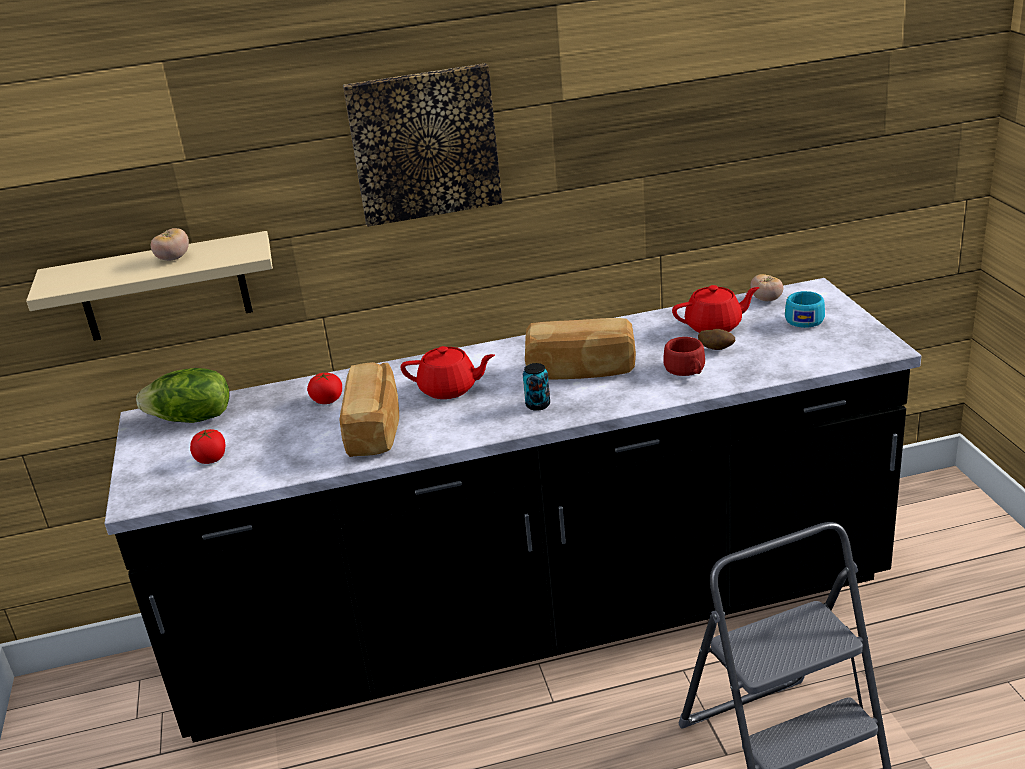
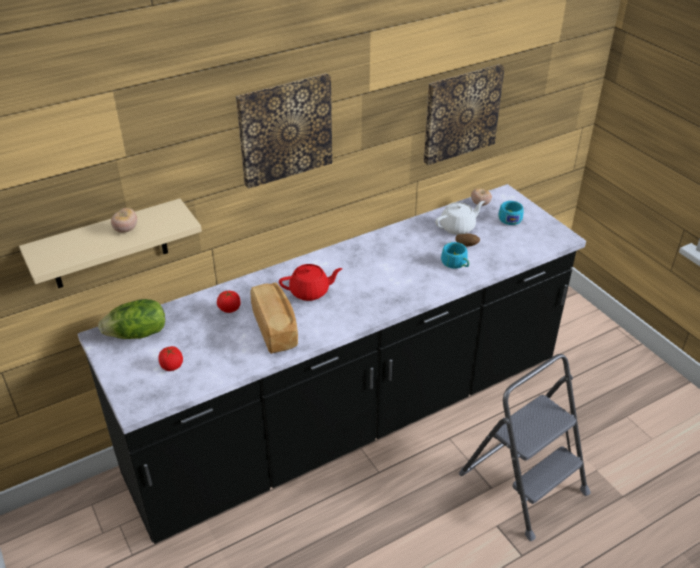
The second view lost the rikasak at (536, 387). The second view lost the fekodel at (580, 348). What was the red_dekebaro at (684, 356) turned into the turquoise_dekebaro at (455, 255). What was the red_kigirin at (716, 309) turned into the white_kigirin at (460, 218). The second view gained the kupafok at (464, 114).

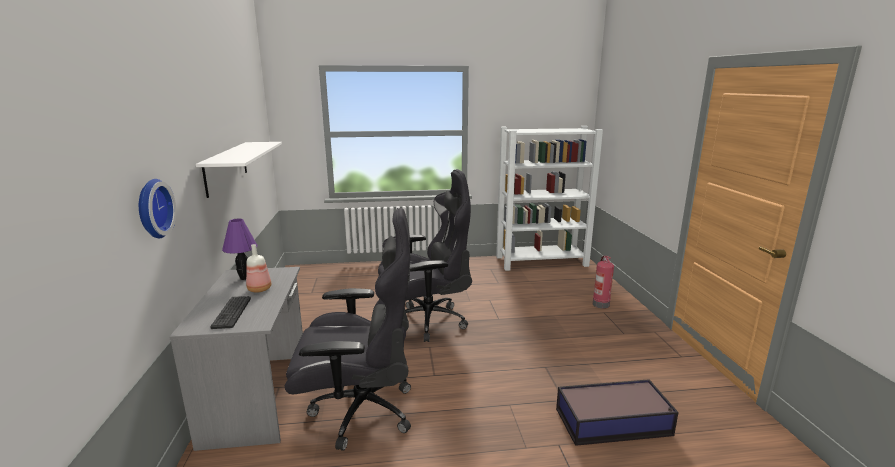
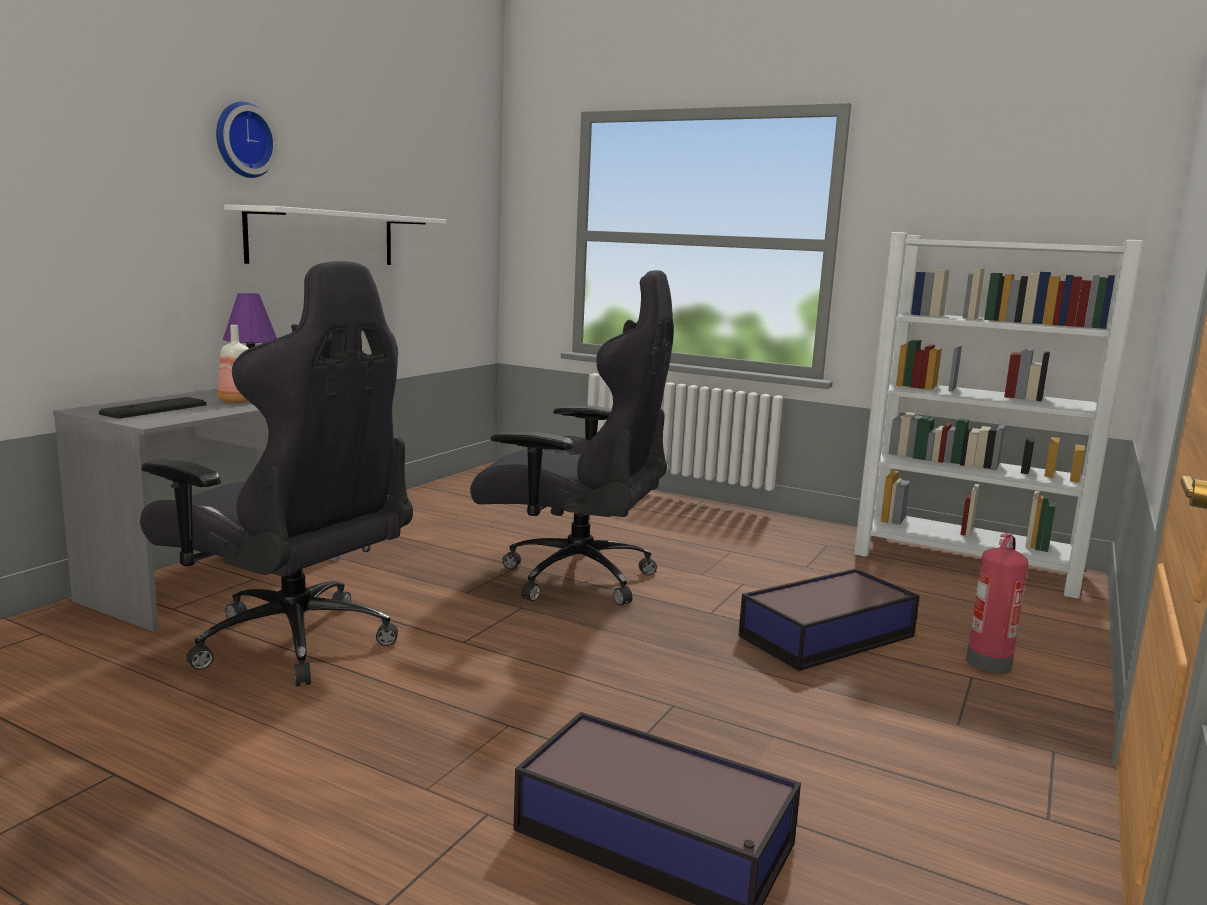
The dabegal ended up elsewhere, having gone from (157, 208) to (247, 140). The second view gained the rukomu at (829, 620).

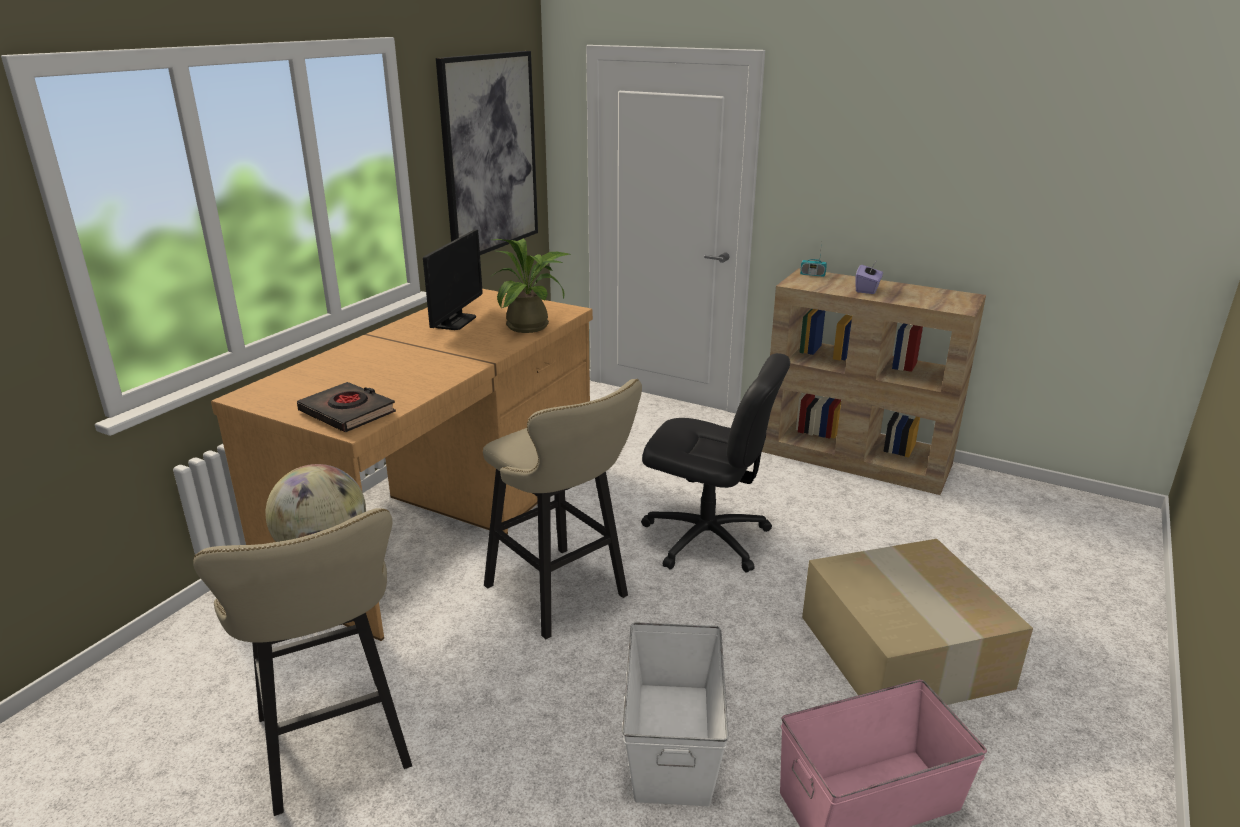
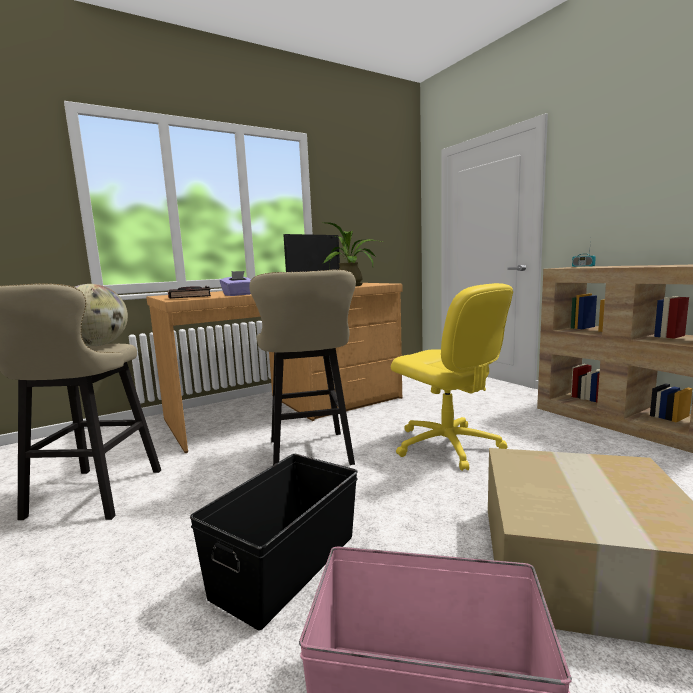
The second view lost the kupafok at (487, 153). What was the white_rukomu at (675, 714) turned into the black_rukomu at (274, 542). What was the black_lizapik at (715, 463) turned into the yellow_lizapik at (452, 377). The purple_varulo ended up elsewhere, having gone from (869, 278) to (235, 283).

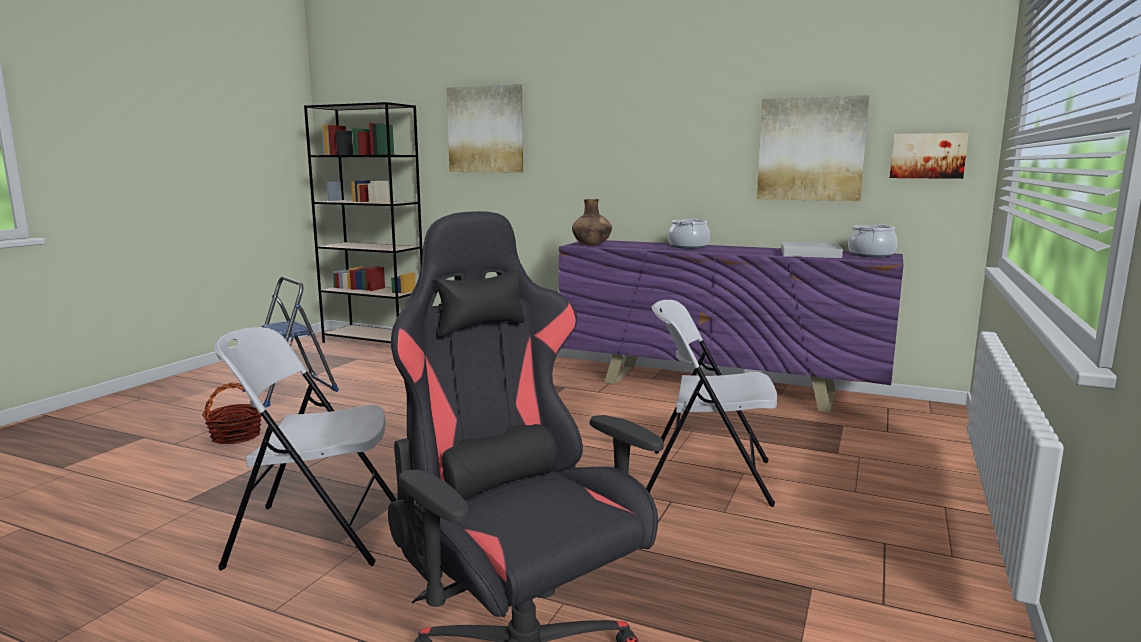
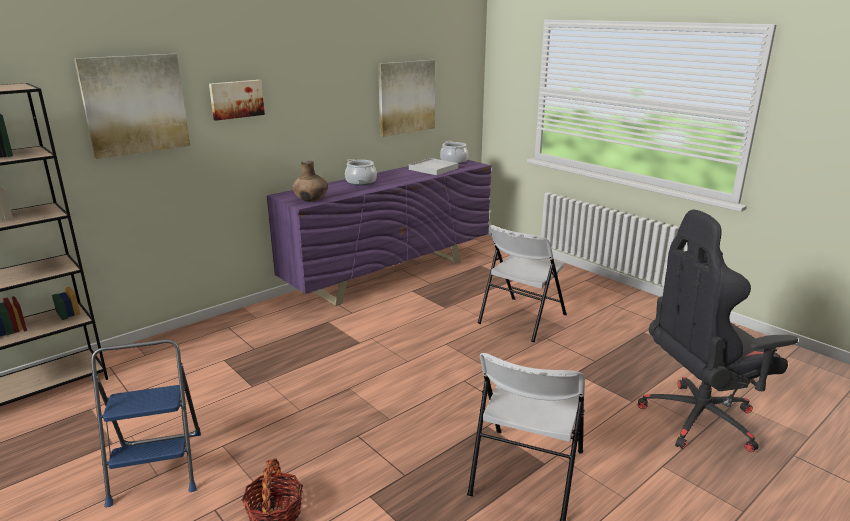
The kupafok ended up elsewhere, having gone from (929, 156) to (237, 100).

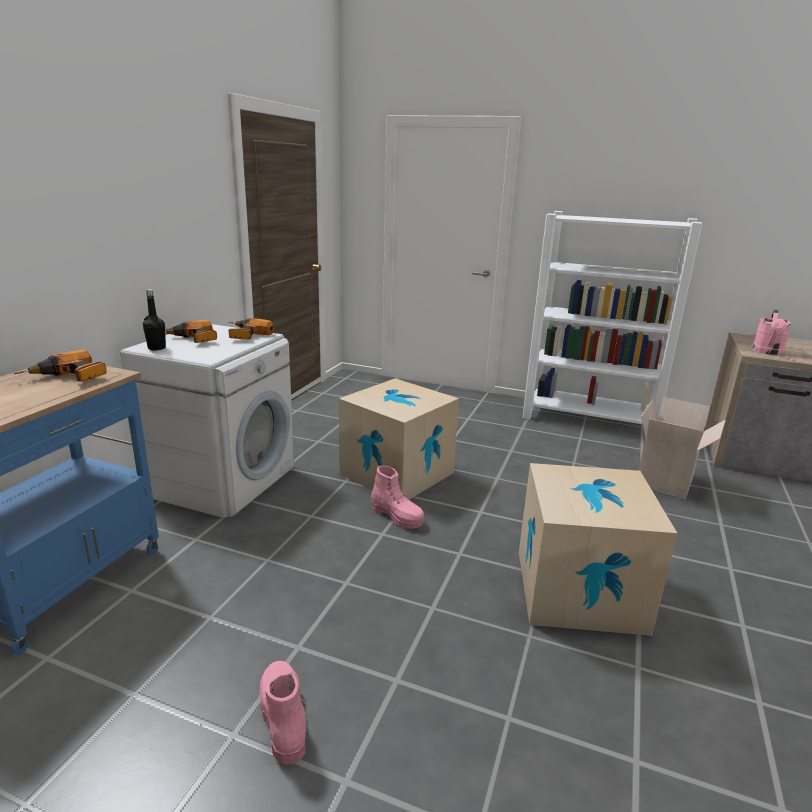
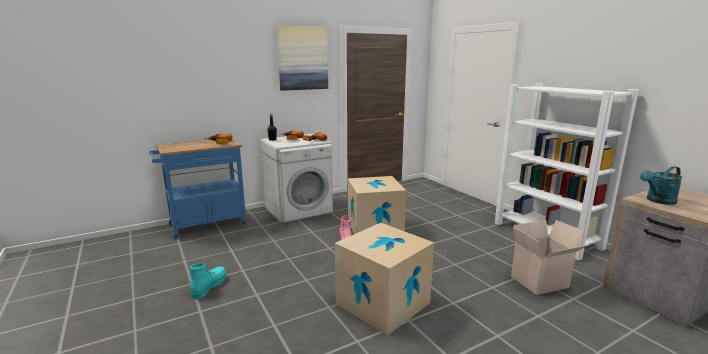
What was the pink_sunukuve at (283, 712) turned into the turquoise_sunukuve at (208, 281). What was the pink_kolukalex at (771, 332) turned into the turquoise_kolukalex at (661, 185). The second view gained the kupafok at (302, 58).

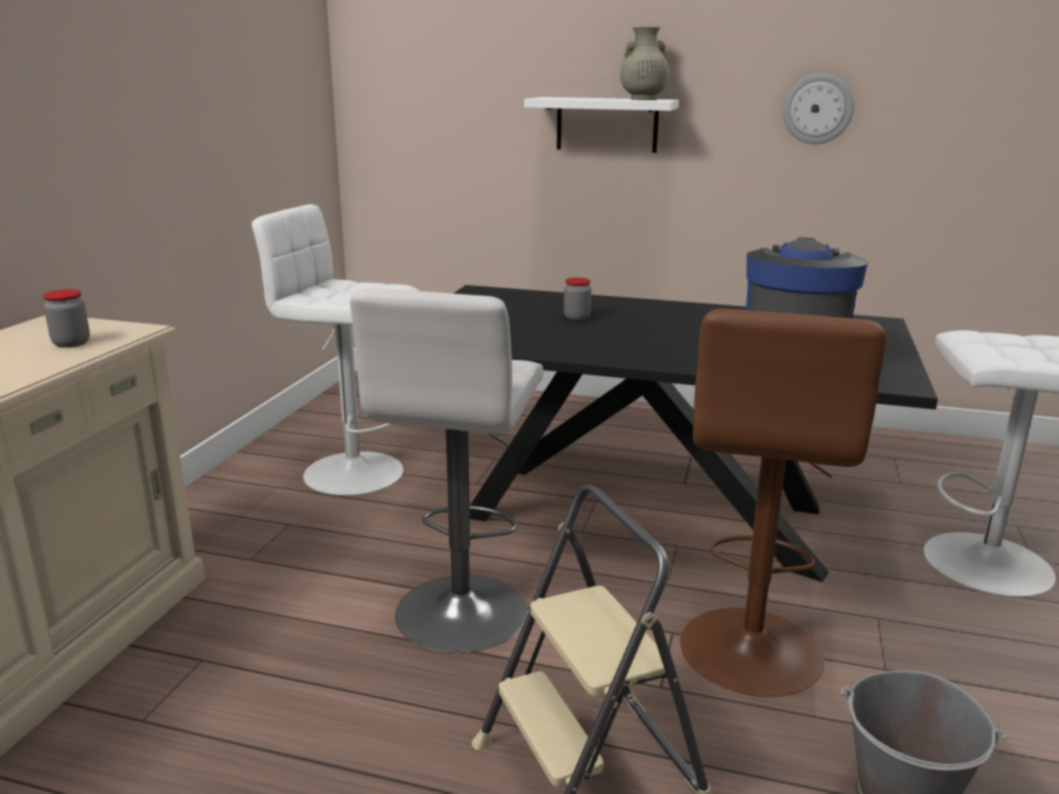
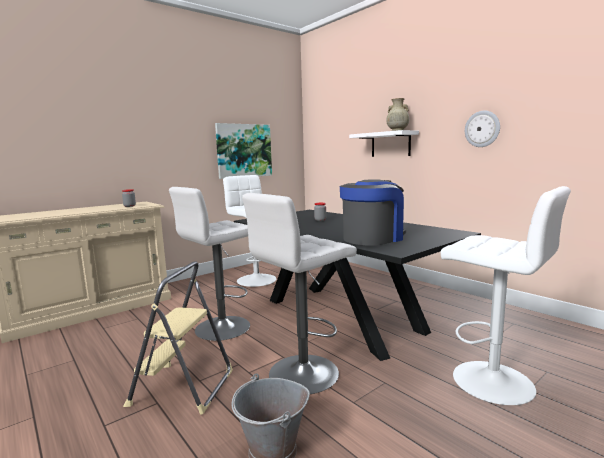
What was the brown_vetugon at (783, 503) turned into the white_vetugon at (299, 293). The second view gained the kupafok at (243, 151).

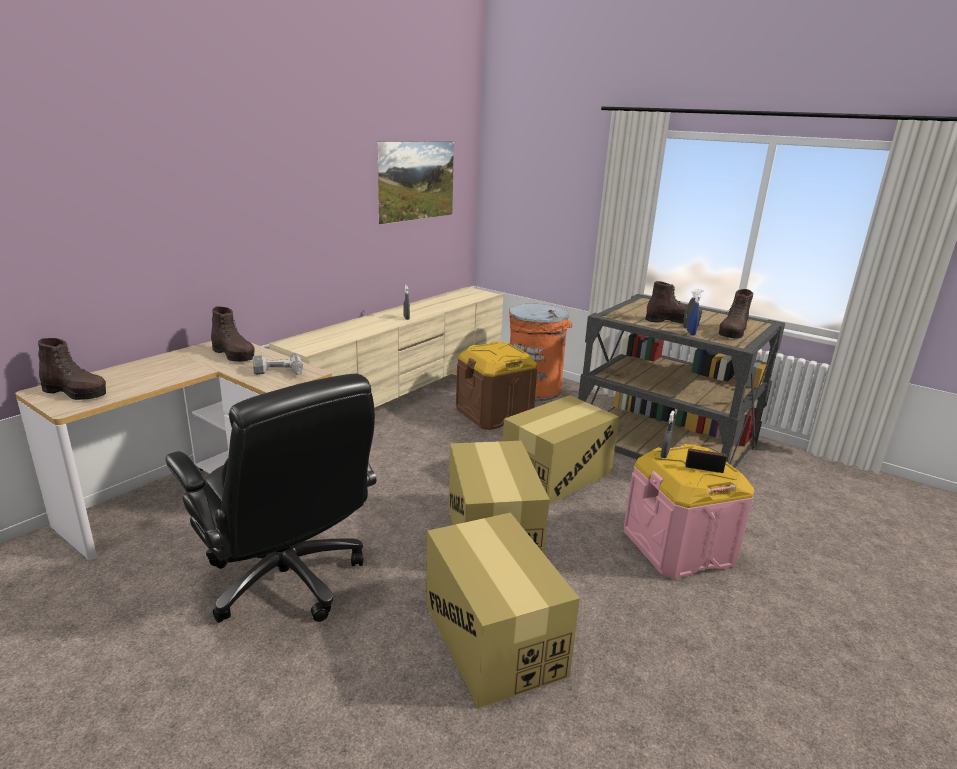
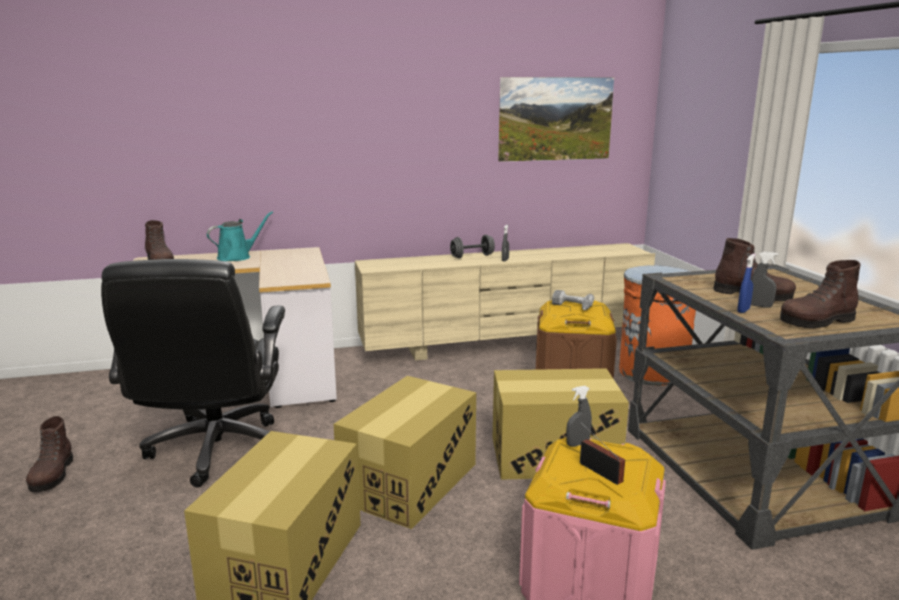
The brown_sunukuve ended up elsewhere, having gone from (233, 333) to (49, 454). The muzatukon ended up elsewhere, having gone from (277, 364) to (573, 300). The second view gained the turquoise_kolukalex at (240, 236). The second view gained the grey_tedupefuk at (472, 246).

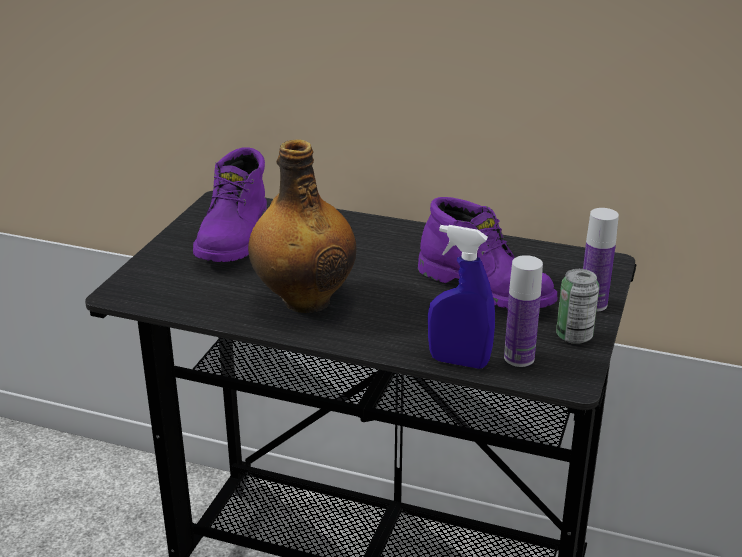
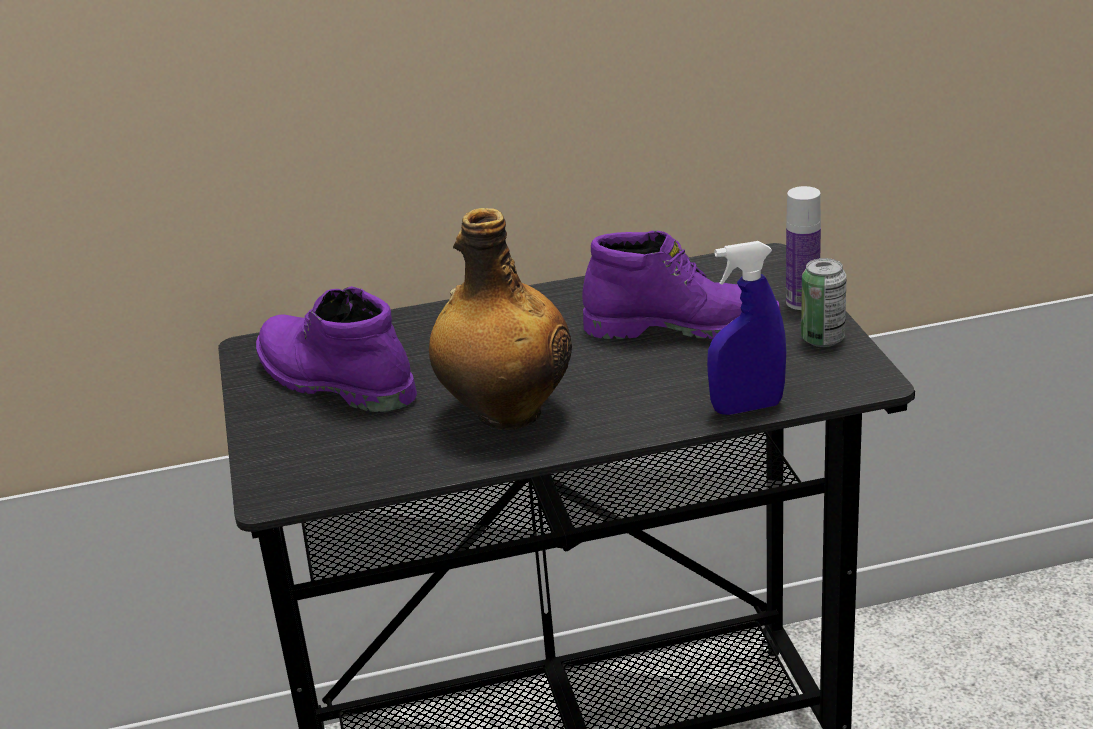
The purple_sunukuve at (230, 204) ended up facing another way, 150 degrees clockwise from before. The second view lost the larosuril at (523, 311).

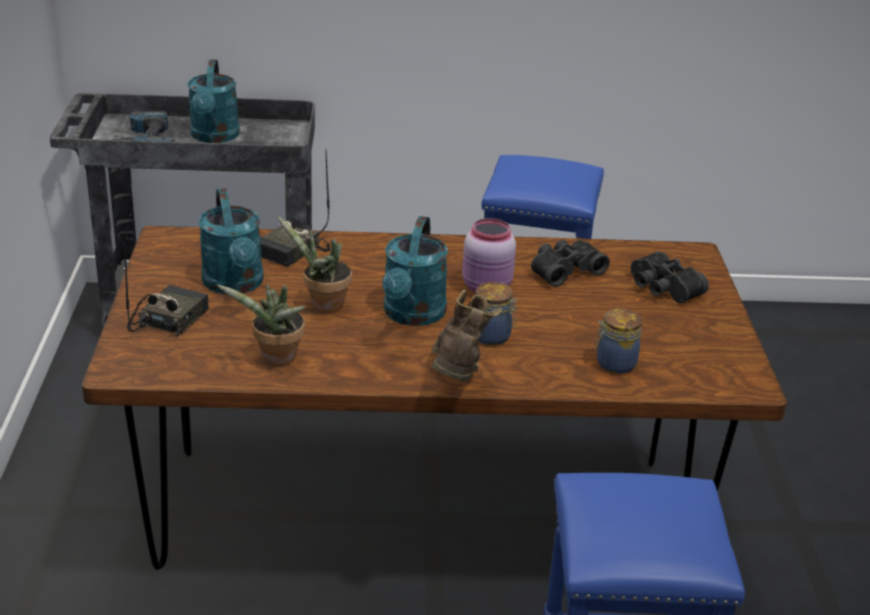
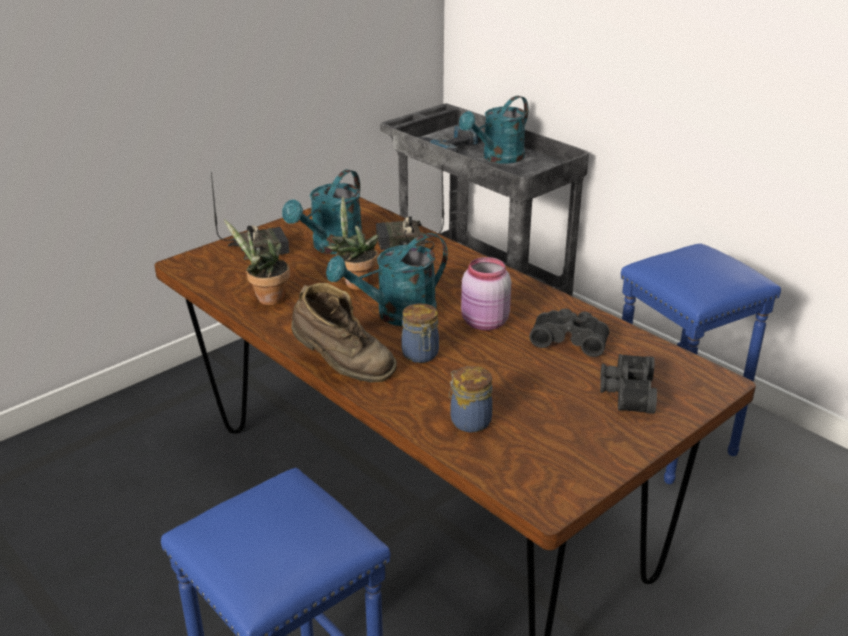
The brown_sunukuve at (467, 335) ended up facing another way, 60 degrees clockwise from before.

